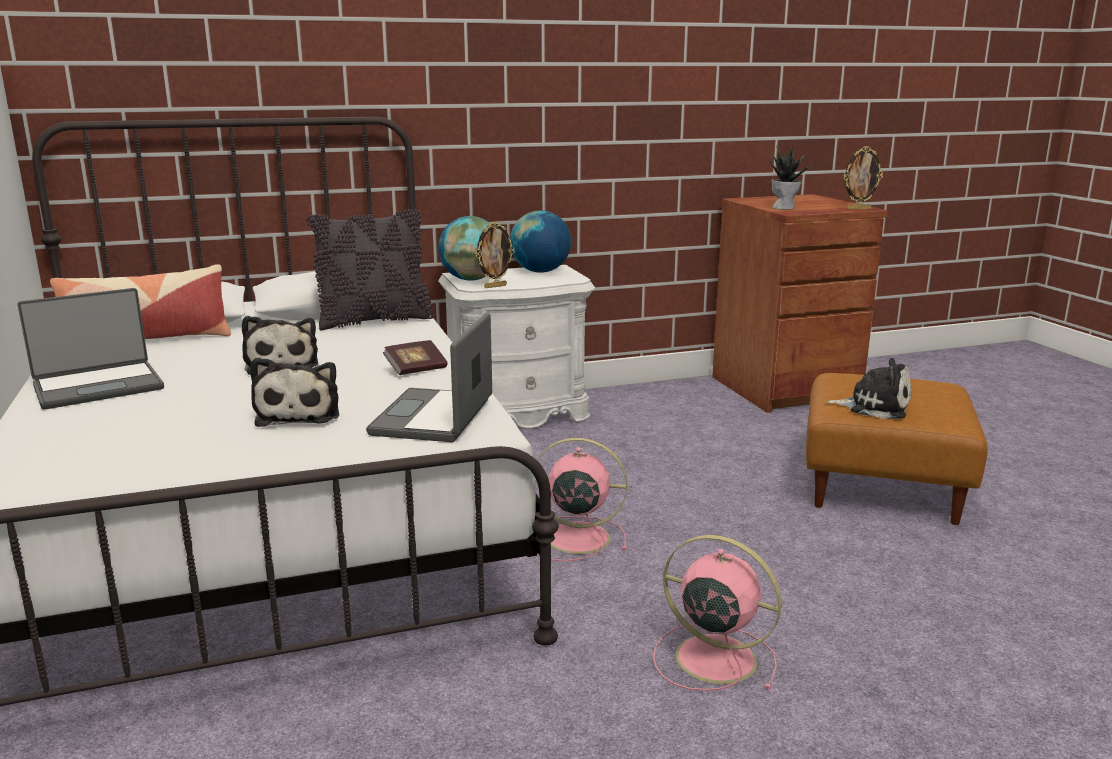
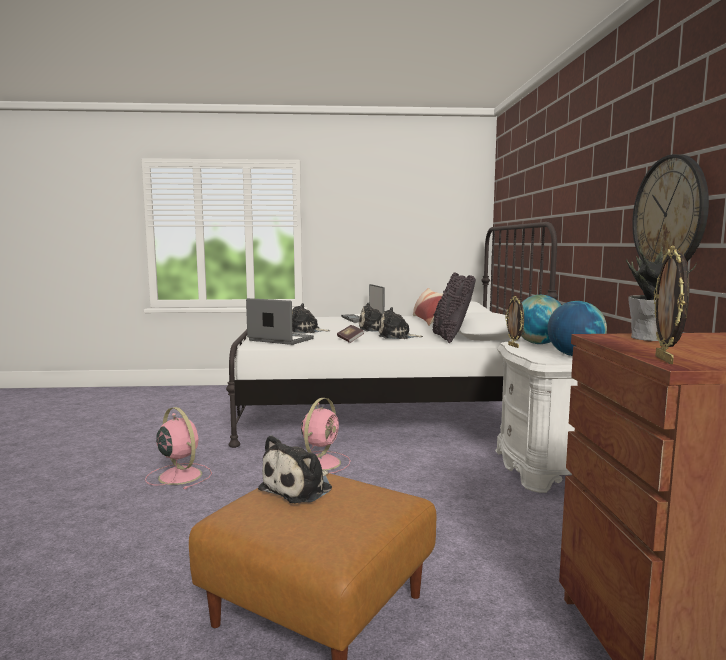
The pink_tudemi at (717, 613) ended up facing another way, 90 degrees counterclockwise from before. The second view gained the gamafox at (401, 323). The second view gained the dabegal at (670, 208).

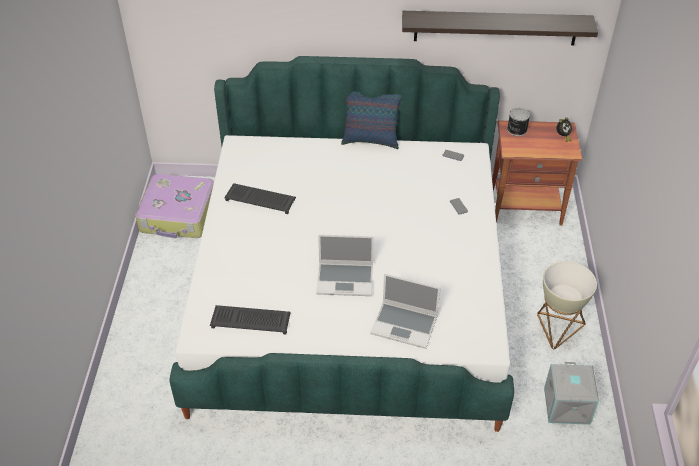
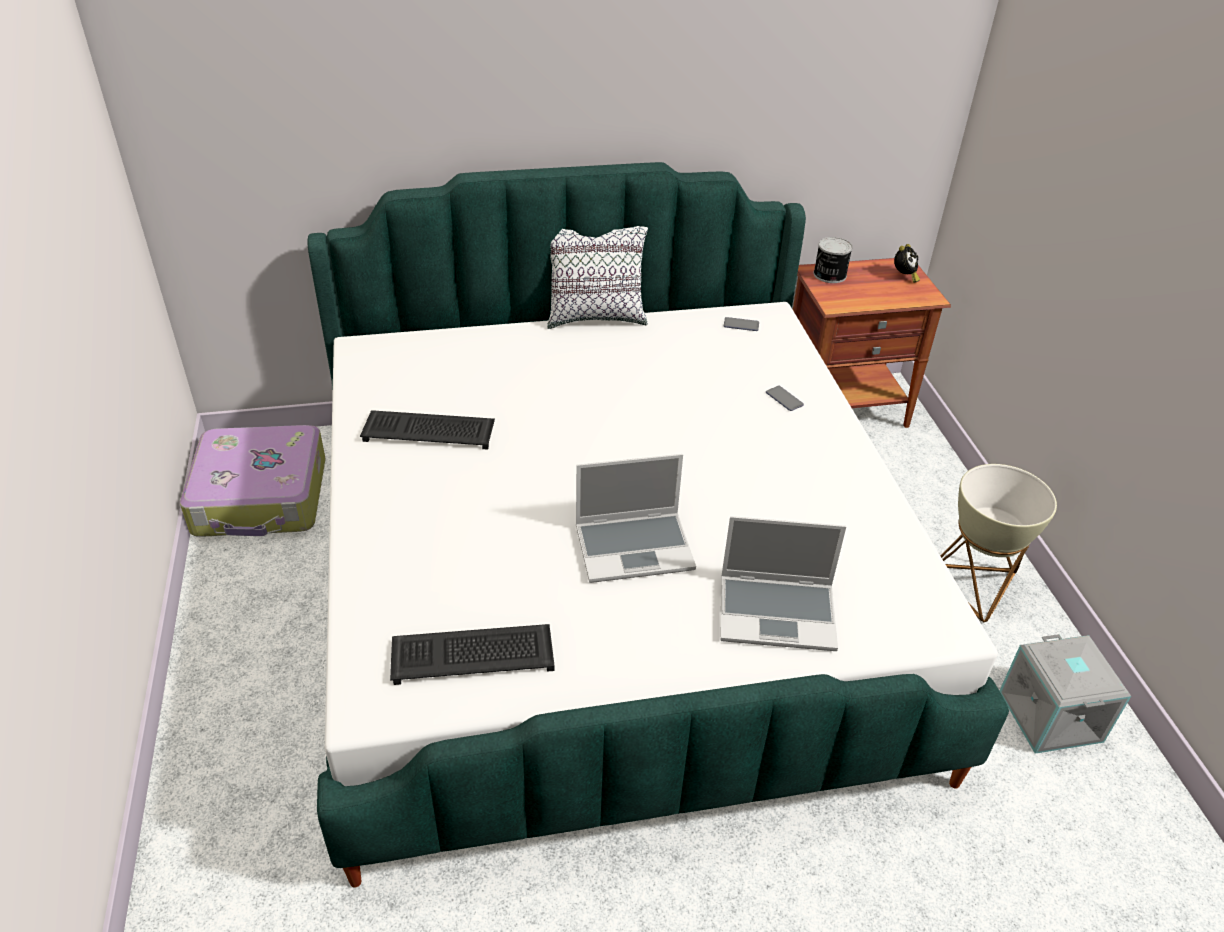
What was the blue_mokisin at (371, 120) turned into the white_mokisin at (597, 277). The second view lost the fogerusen at (500, 28).

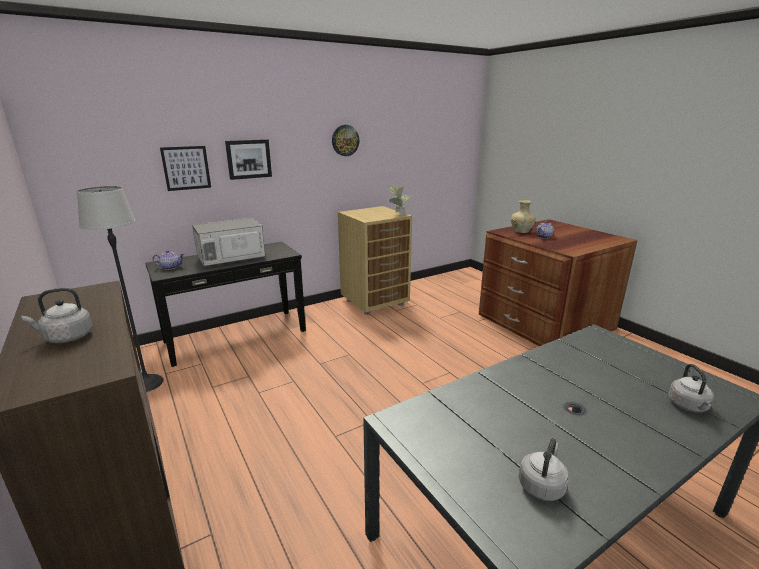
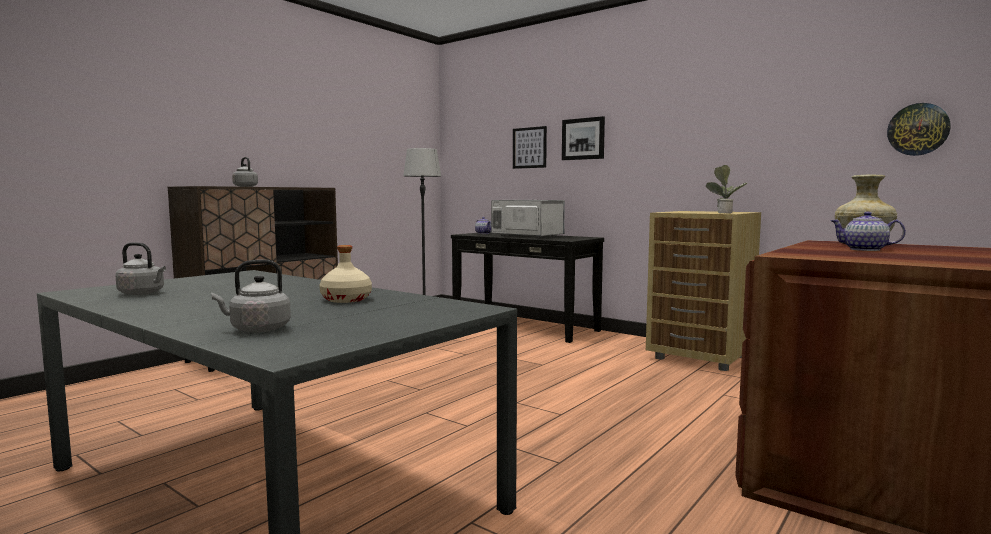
The dabegal ended up elsewhere, having gone from (346, 140) to (919, 129). The second view gained the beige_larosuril at (345, 274).

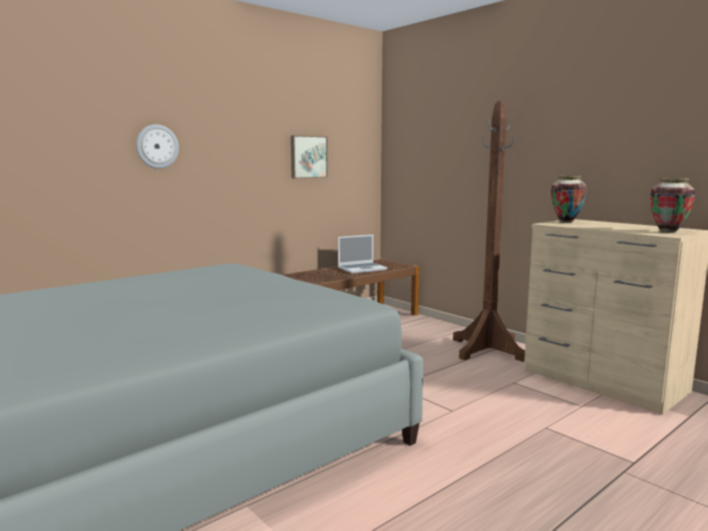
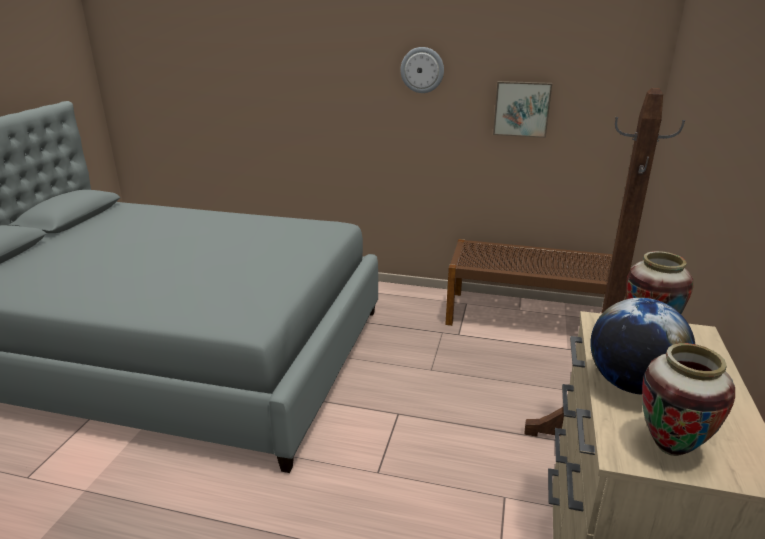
The dabegal ended up elsewhere, having gone from (157, 146) to (422, 70). The second view lost the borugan at (362, 254). The second view gained the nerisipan at (642, 346).

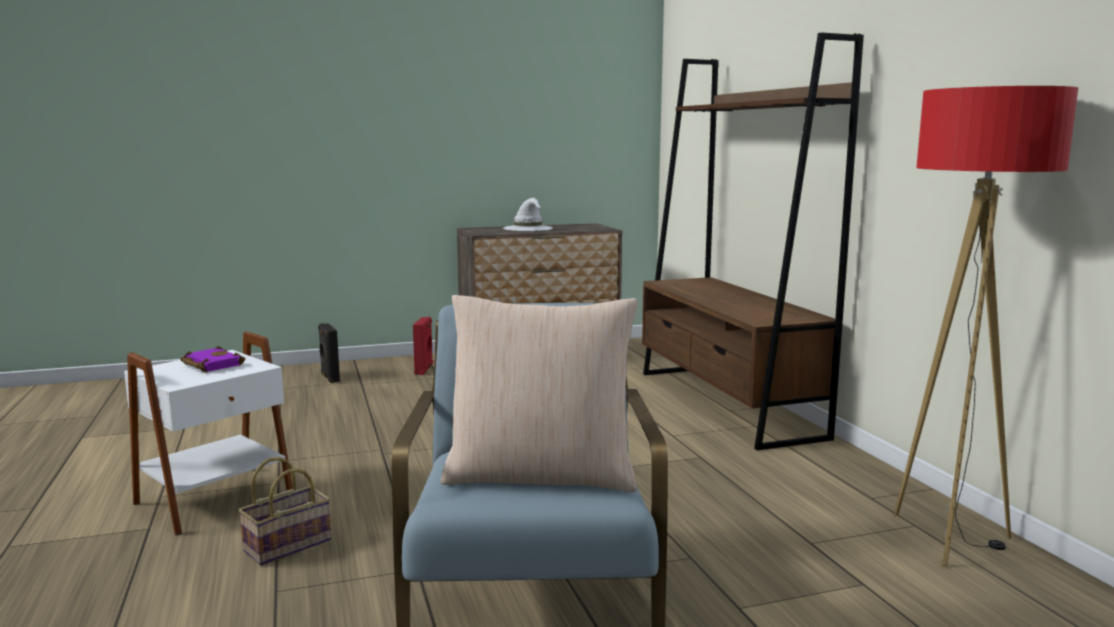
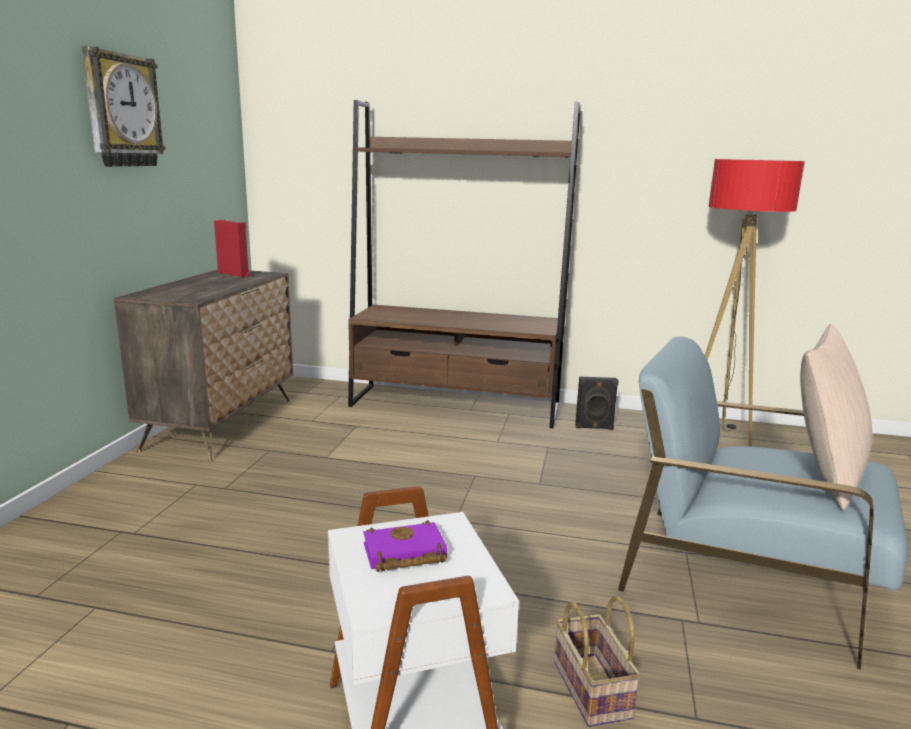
The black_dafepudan ended up elsewhere, having gone from (329, 353) to (597, 403). The red_dafepudan ended up elsewhere, having gone from (423, 346) to (231, 248). The second view lost the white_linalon at (528, 214). The second view gained the dabegal at (123, 106).

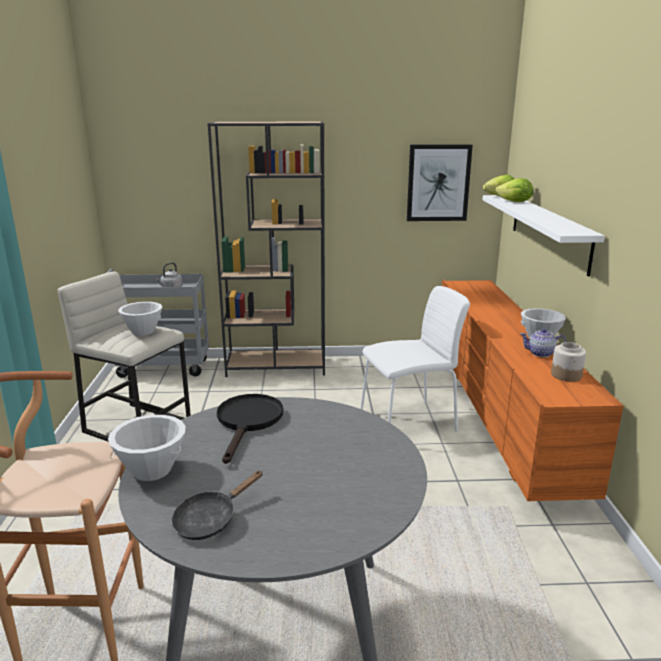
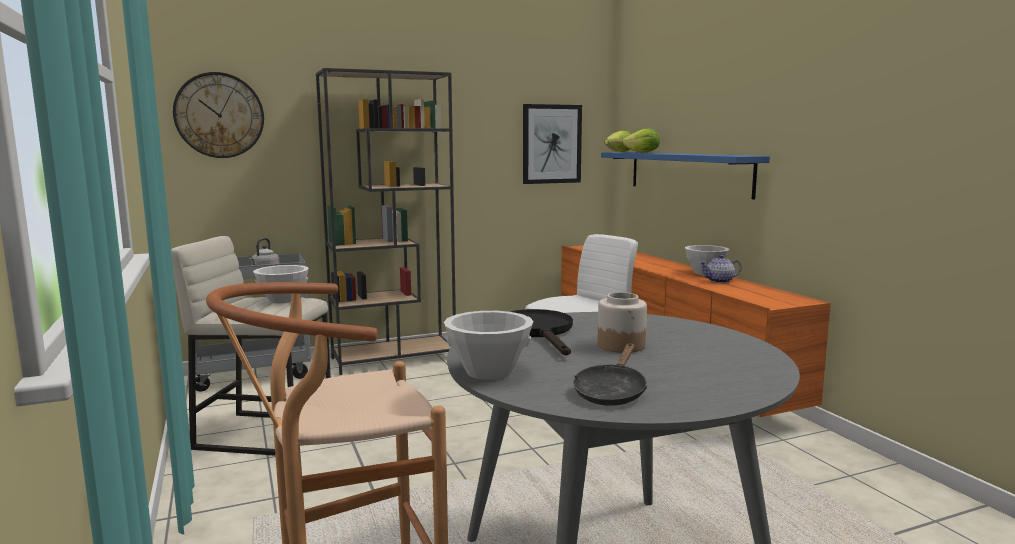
What was the white_fogerusen at (543, 235) turned into the blue_fogerusen at (685, 175). The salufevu ended up elsewhere, having gone from (568, 362) to (622, 322). The second view gained the dabegal at (218, 115).

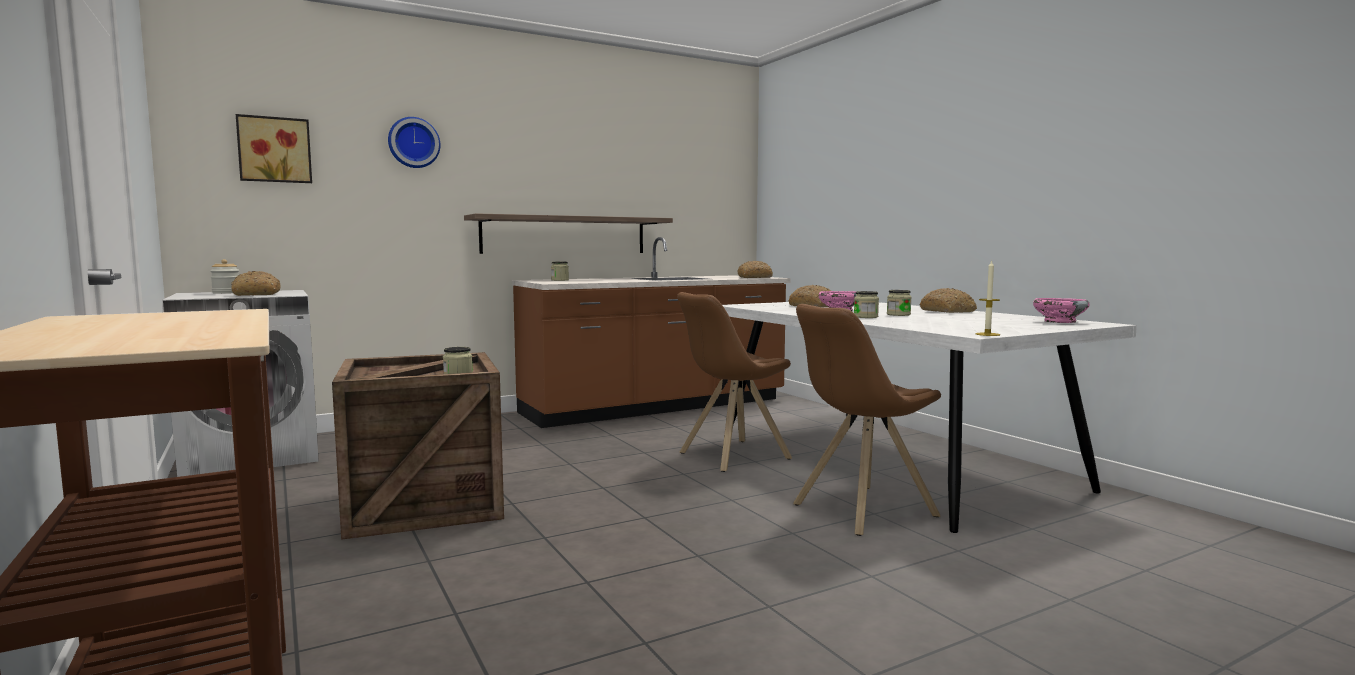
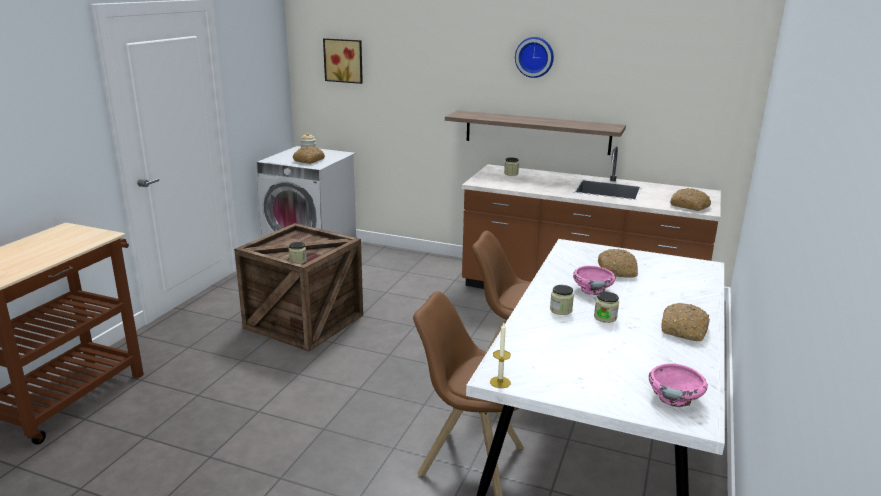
The dabegal ended up elsewhere, having gone from (414, 142) to (534, 57).

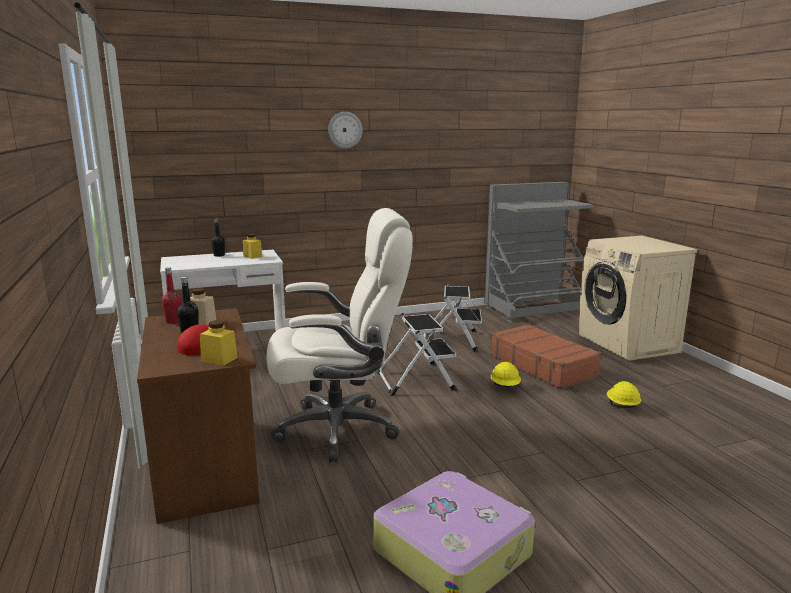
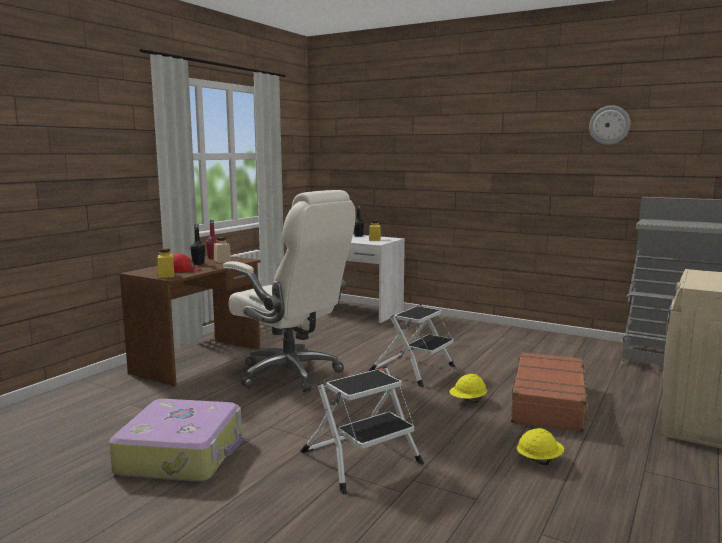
The dabegal ended up elsewhere, having gone from (345, 130) to (609, 125). The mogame ended up elsewhere, having gone from (452, 317) to (362, 430).

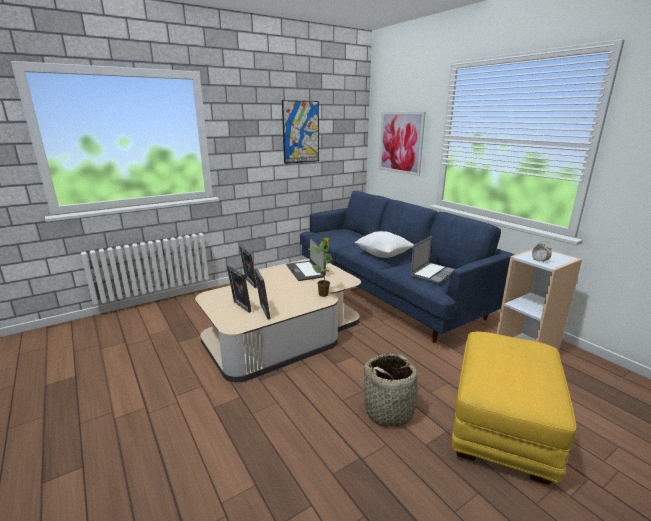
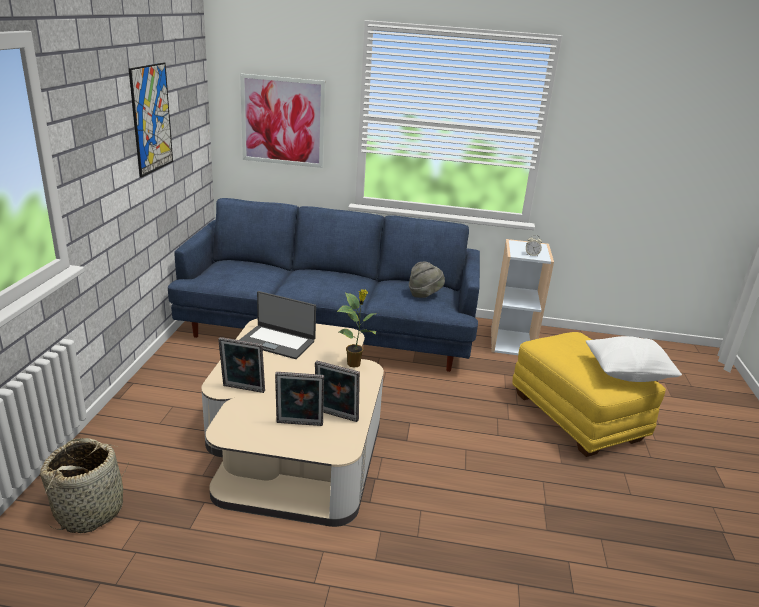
The white_mokisin ended up elsewhere, having gone from (384, 244) to (634, 359). The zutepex ended up elsewhere, having gone from (392, 389) to (84, 485). Where the borugan stood at (432, 260), the grey_linalon came to stand at (427, 280).

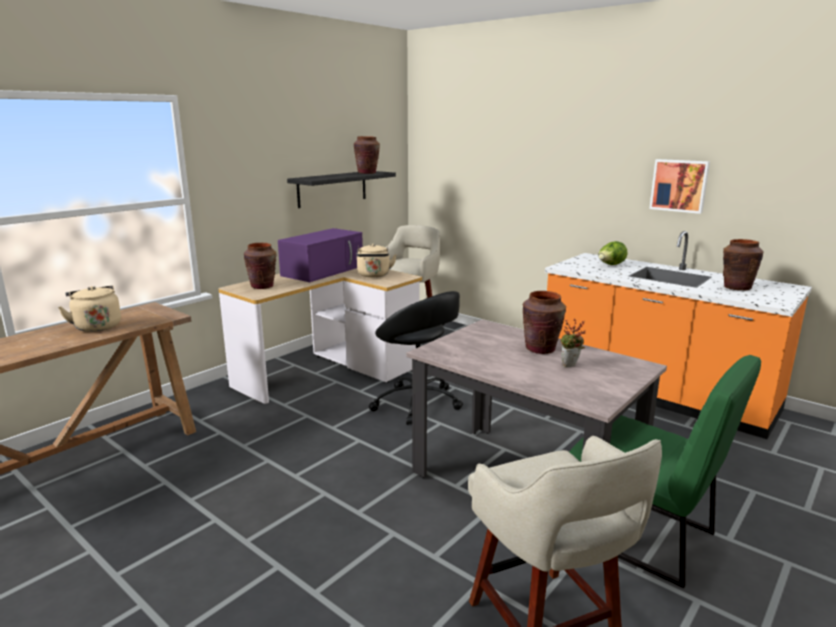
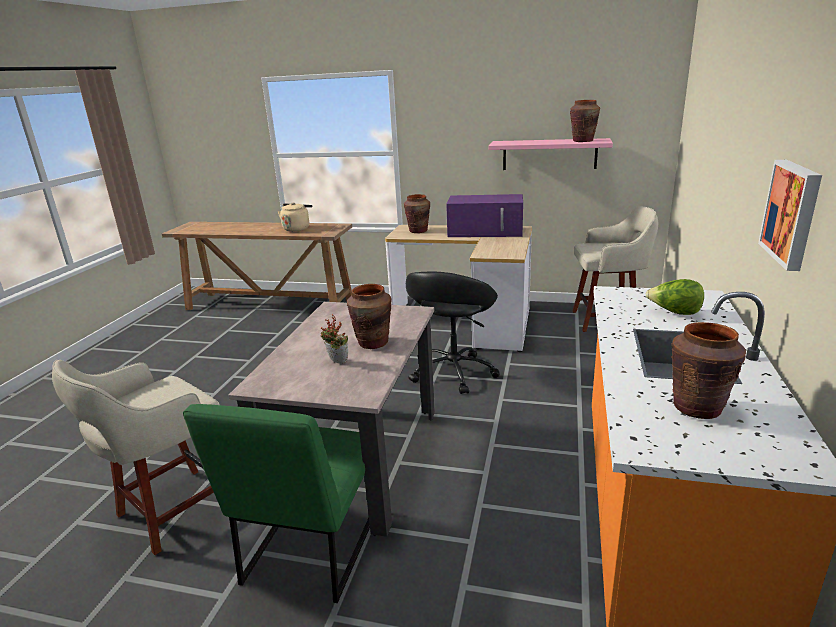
What was the black_fogerusen at (341, 189) turned into the pink_fogerusen at (550, 154). The second view lost the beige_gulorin at (376, 260).

